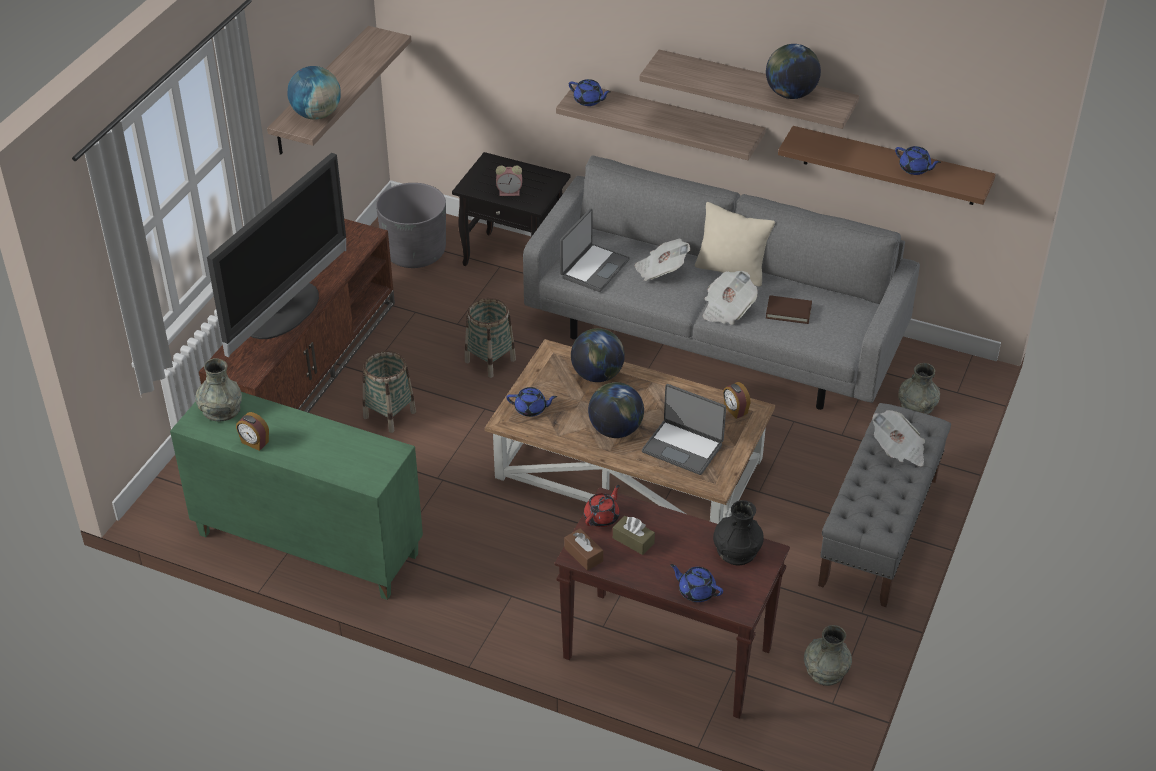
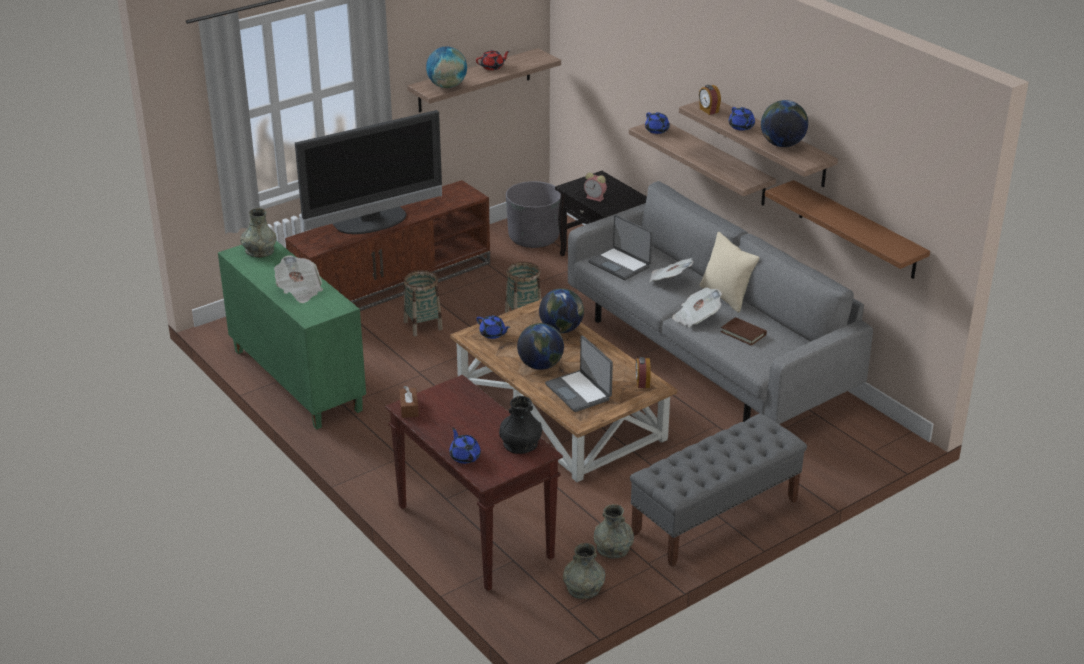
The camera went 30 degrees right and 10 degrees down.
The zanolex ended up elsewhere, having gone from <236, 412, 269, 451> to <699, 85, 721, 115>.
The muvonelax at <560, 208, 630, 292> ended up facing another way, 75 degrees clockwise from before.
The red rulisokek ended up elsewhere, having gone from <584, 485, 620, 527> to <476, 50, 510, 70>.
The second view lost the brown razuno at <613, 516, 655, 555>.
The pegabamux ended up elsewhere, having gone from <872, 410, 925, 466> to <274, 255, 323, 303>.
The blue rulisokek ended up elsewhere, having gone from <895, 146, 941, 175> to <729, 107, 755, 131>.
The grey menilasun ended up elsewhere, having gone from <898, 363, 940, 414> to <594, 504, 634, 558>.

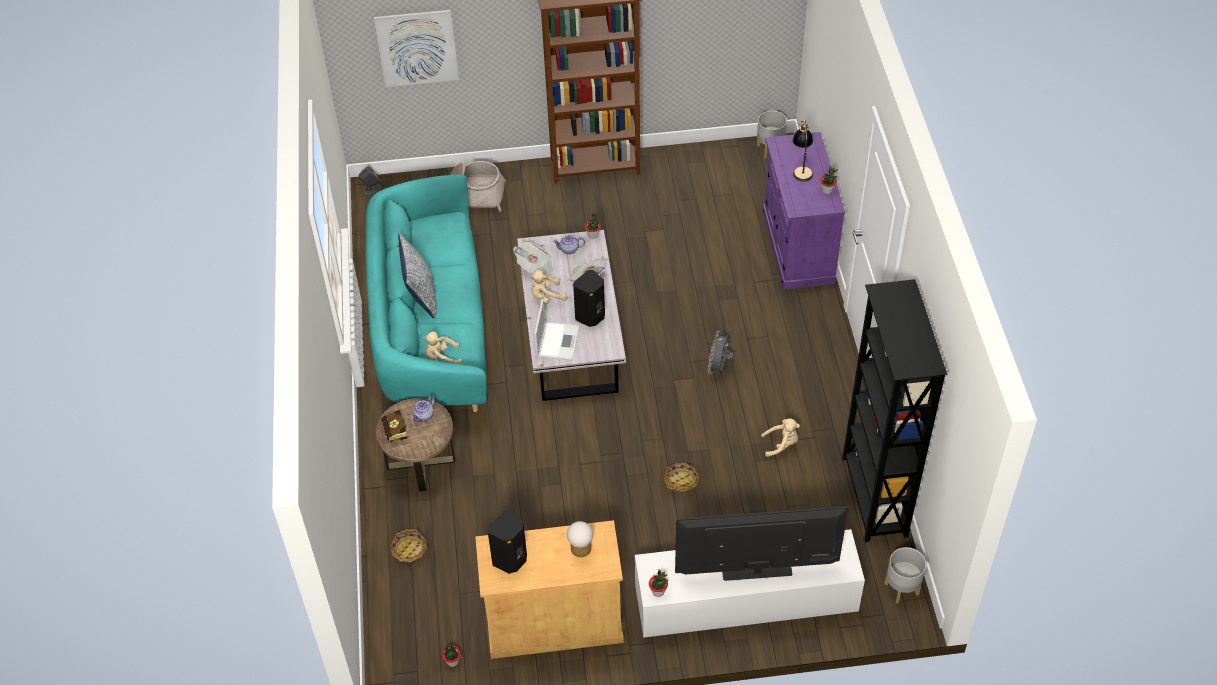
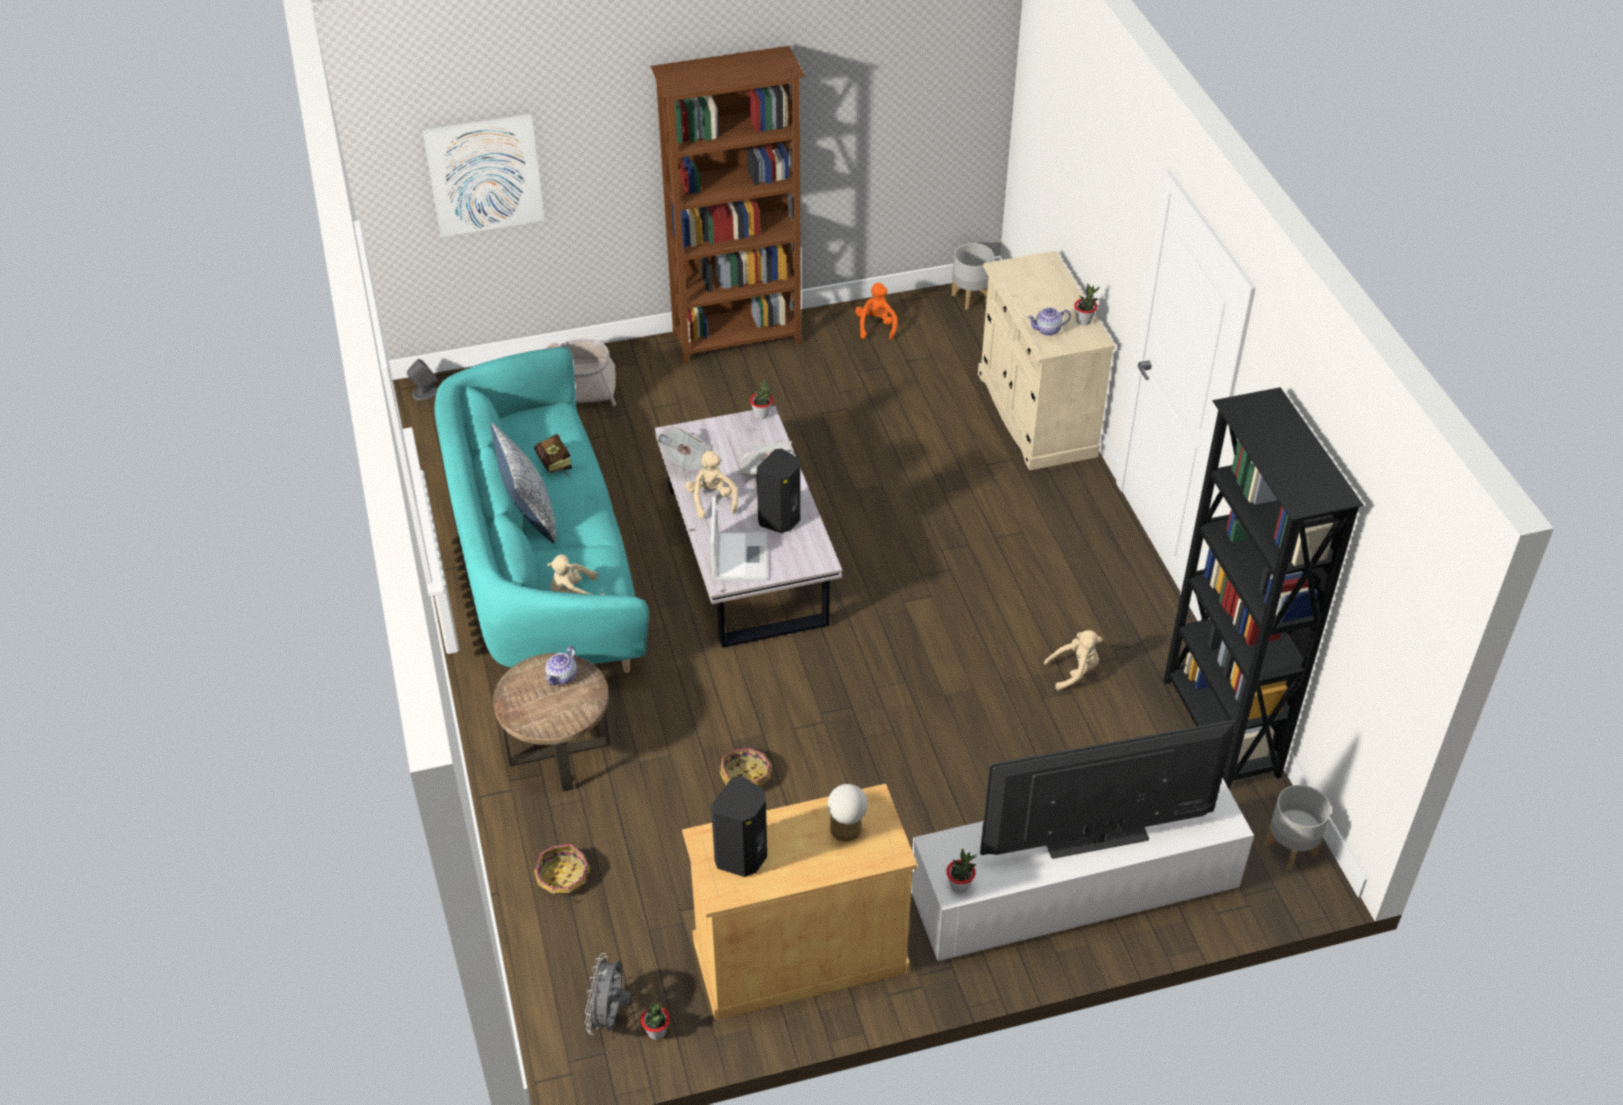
The camera went 10 degrees left and 5 degrees down.
The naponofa ended up elsewhere, having gone from <381, 410, 407, 447> to <534, 434, 572, 478>.
The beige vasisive at <530, 270, 567, 305> ended up facing another way, 105 degrees clockwise from before.
The rulisokek ended up elsewhere, having gone from <553, 235, 585, 254> to <1028, 307, 1071, 336>.
The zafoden ended up elsewhere, having gone from <664, 462, 700, 493> to <720, 747, 772, 787>.
The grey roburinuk ended up elsewhere, having gone from <708, 330, 734, 374> to <585, 953, 631, 1035>.
What was the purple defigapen at <762, 132, 845, 289> turned into the beige defigapen at <978, 251, 1115, 470>.
The second view lost the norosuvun at <793, 120, 813, 182>.
The second view gained the orange vasisive at <855, 283, 897, 340>.

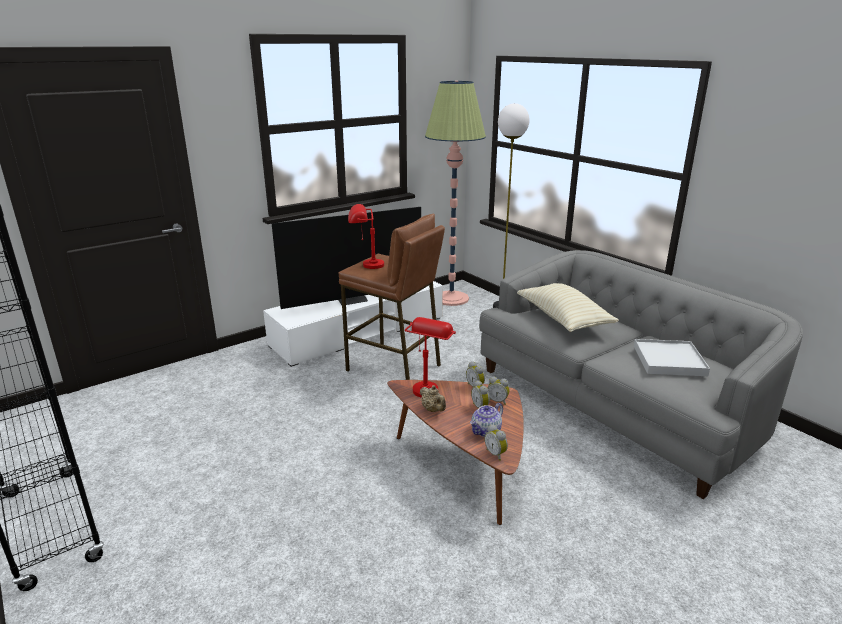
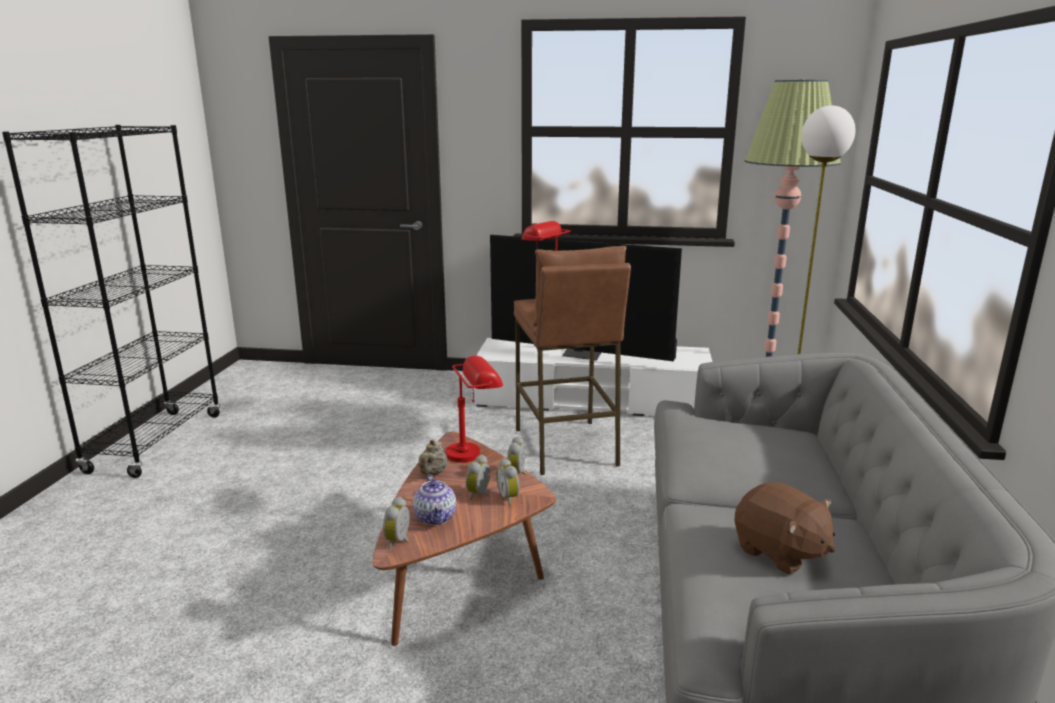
The camera went 45 degrees right and 5 degrees down.
The rulisokek at <470, 403, 503, 437> ended up facing another way, 105 degrees counterclockwise from before.
The second view lost the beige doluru at <517, 283, 619, 332>.
Where the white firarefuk stood at <634, 339, 710, 376>, the brown vasisive came to stand at <734, 482, 835, 574>.

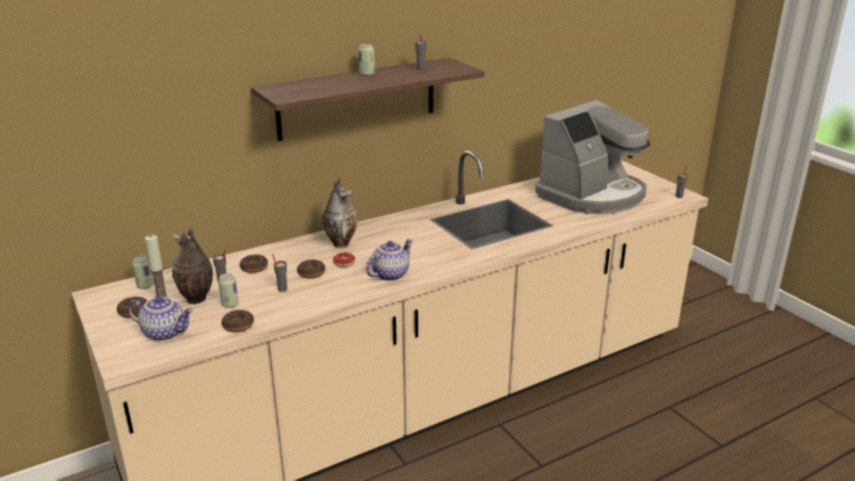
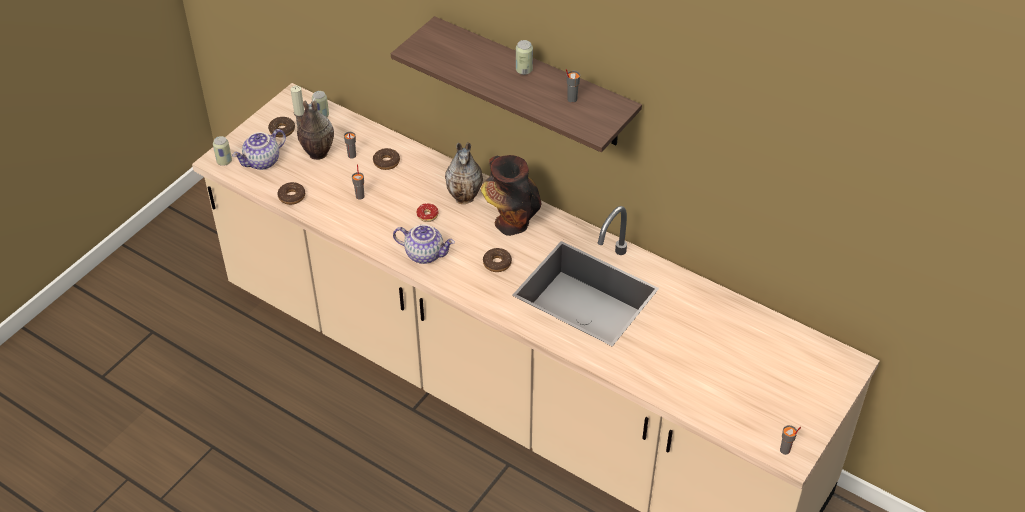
The camera went 65 degrees right and 20 degrees up.
The rulisokek at <128, 296, 193, 341> ended up facing another way, 60 degrees clockwise from before.
The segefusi ended up elsewhere, having gone from <218, 273, 239, 308> to <213, 136, 232, 166>.
The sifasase ended up elsewhere, having gone from <297, 260, 325, 279> to <483, 248, 512, 272>.
The second view lost the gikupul at <535, 100, 650, 214>.
The second view gained the menilasun at <481, 155, 542, 236>.

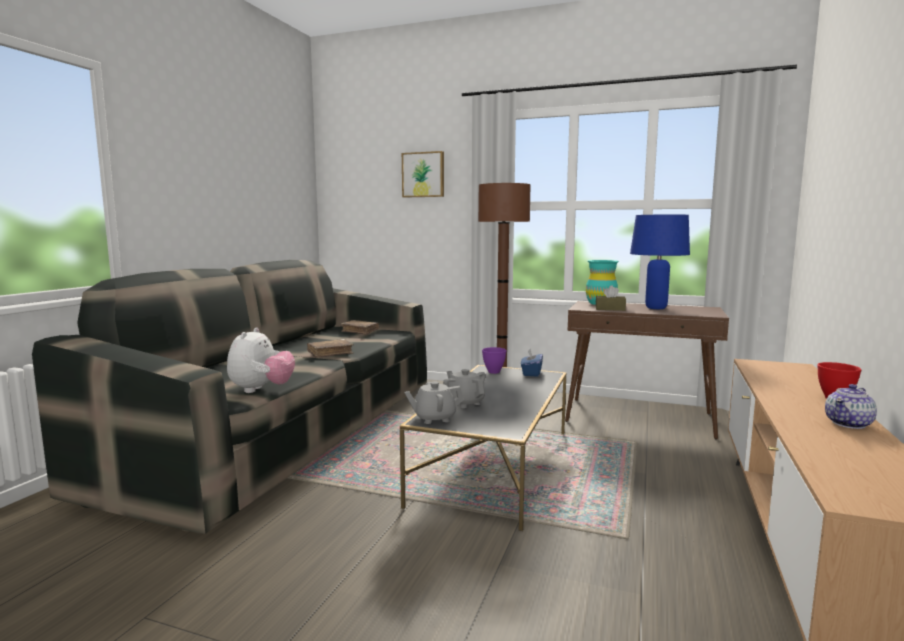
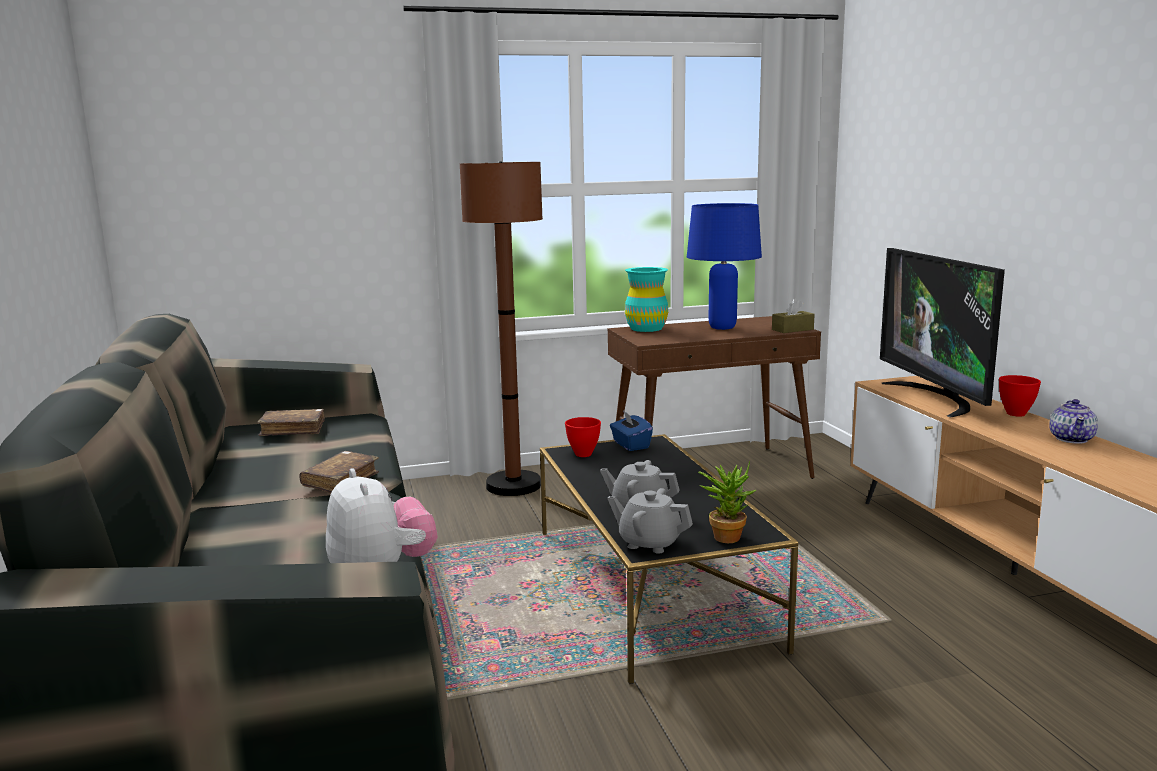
The camera went 35 degrees left and 5 degrees up.
The second view lost the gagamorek at <402, 151, 444, 198>.
The grey rulisokek at <404, 381, 464, 424> ended up facing another way, 75 degrees clockwise from before.
What was the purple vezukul at <482, 347, 507, 374> turned into the red vezukul at <565, 417, 601, 457>.
The brown razuno ended up elsewhere, having gone from <596, 285, 626, 311> to <772, 299, 815, 333>.
The second view gained the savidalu at <698, 461, 756, 543>.
The second view gained the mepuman at <880, 248, 1005, 417>.

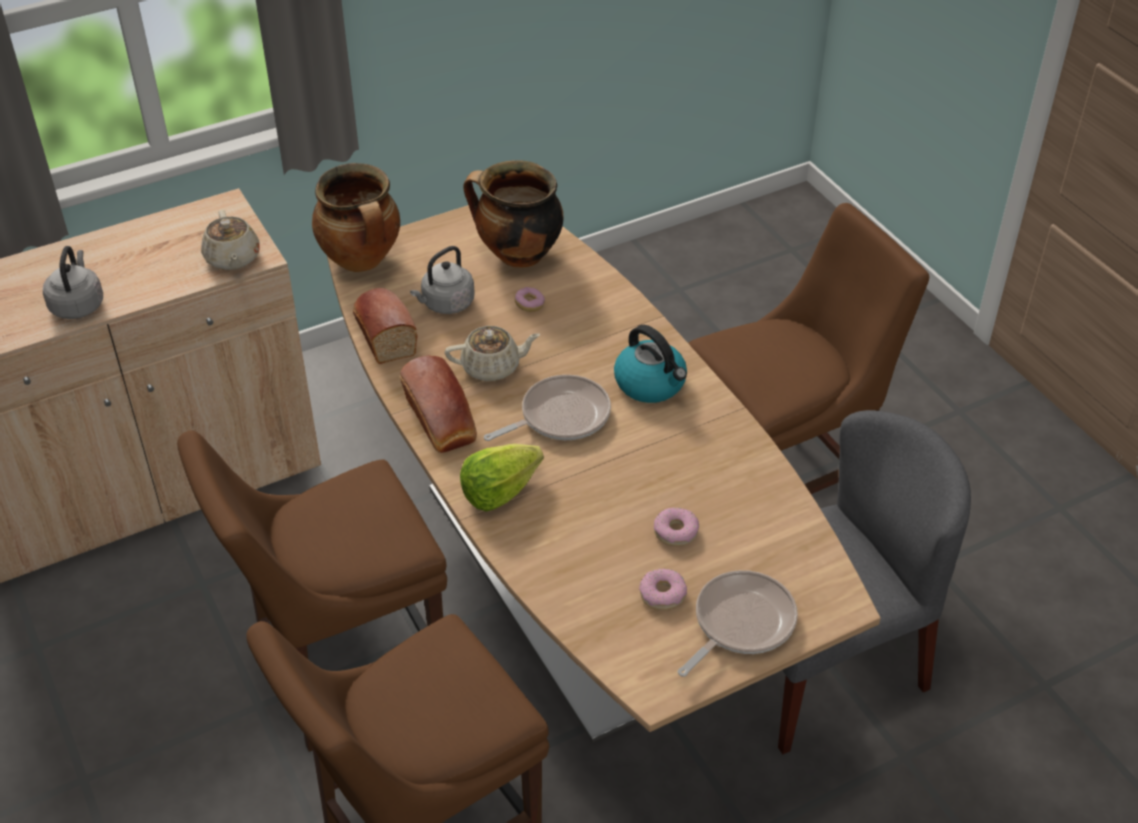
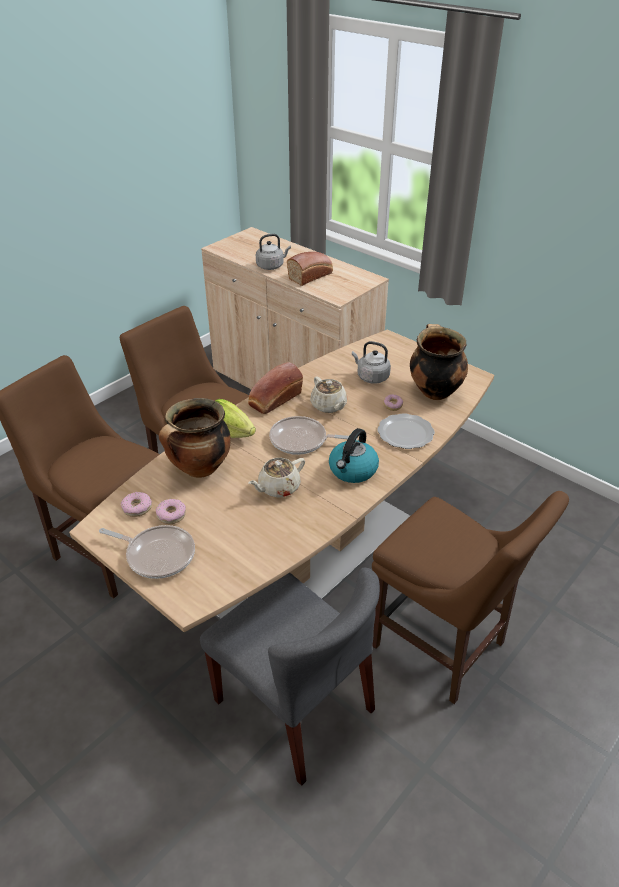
The camera went 70 degrees right and 5 degrees down.
The beige rulisokek ended up elsewhere, having gone from <201, 210, 260, 270> to <248, 458, 305, 498>.
The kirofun ended up elsewhere, having gone from <312, 163, 400, 272> to <159, 398, 230, 478>.
The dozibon ended up elsewhere, having gone from <353, 288, 418, 364> to <287, 252, 333, 286>.
The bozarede at <484, 375, 611, 441> ended up facing another way, 150 degrees clockwise from before.
The sifasase ended up elsewhere, having gone from <654, 507, 699, 547> to <121, 492, 152, 517>.
The second view gained the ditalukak at <377, 413, 435, 449>.

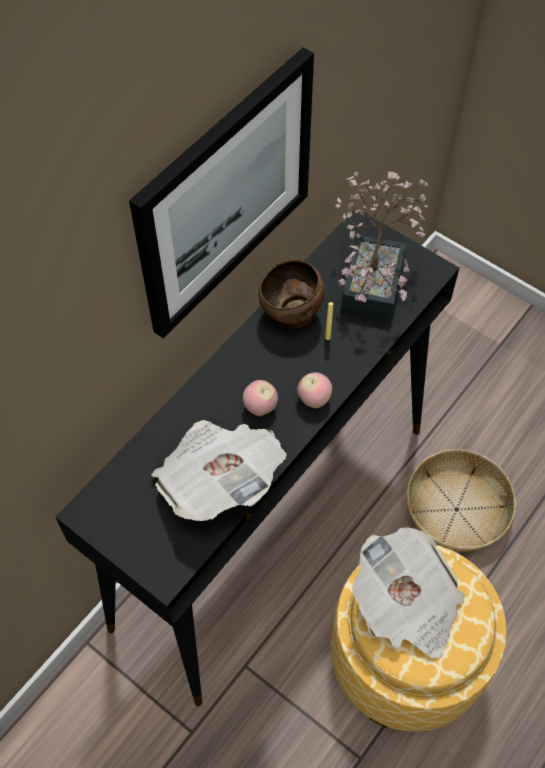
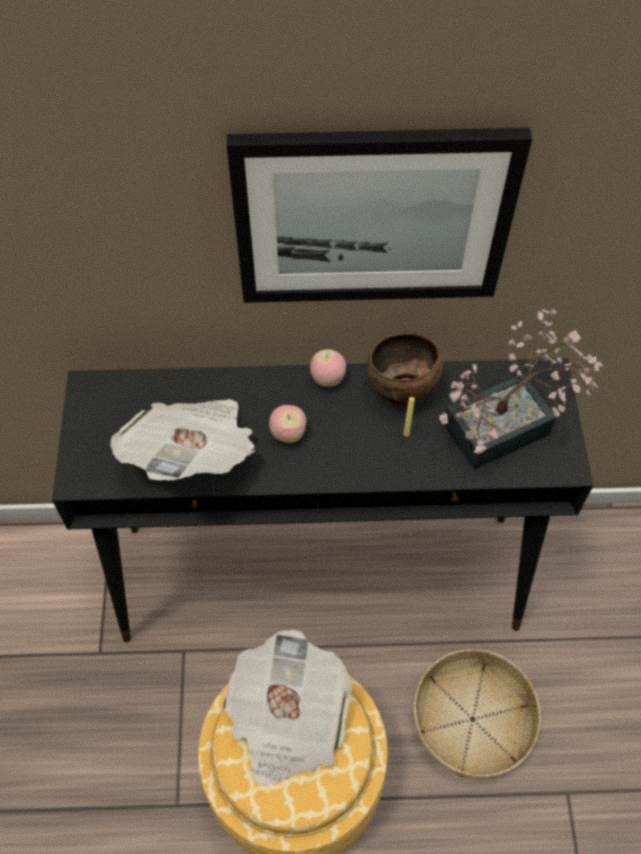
The camera went 50 degrees right and 0 degrees up.
The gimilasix ended up elsewhere, having gone from <297, 372, 332, 408> to <310, 349, 346, 387>.

